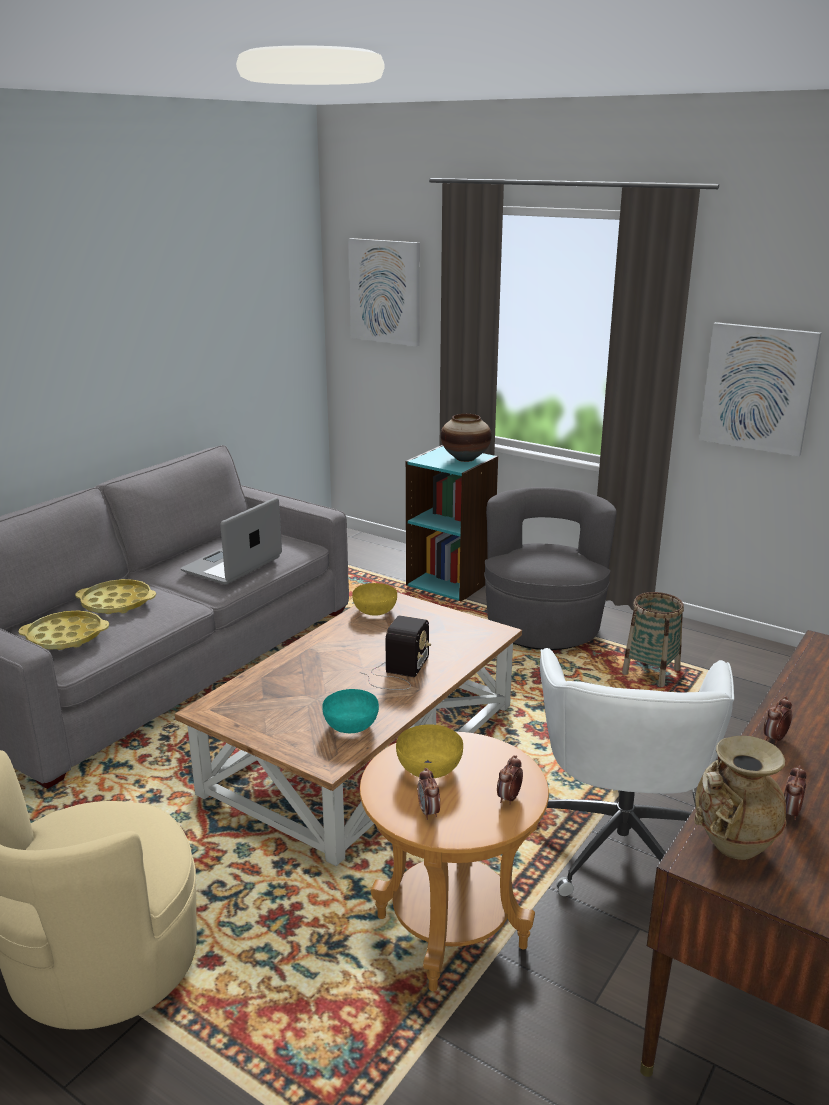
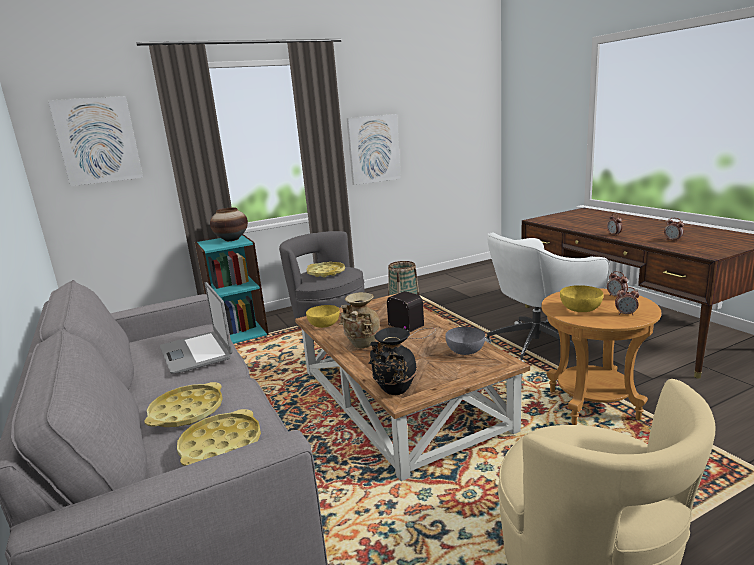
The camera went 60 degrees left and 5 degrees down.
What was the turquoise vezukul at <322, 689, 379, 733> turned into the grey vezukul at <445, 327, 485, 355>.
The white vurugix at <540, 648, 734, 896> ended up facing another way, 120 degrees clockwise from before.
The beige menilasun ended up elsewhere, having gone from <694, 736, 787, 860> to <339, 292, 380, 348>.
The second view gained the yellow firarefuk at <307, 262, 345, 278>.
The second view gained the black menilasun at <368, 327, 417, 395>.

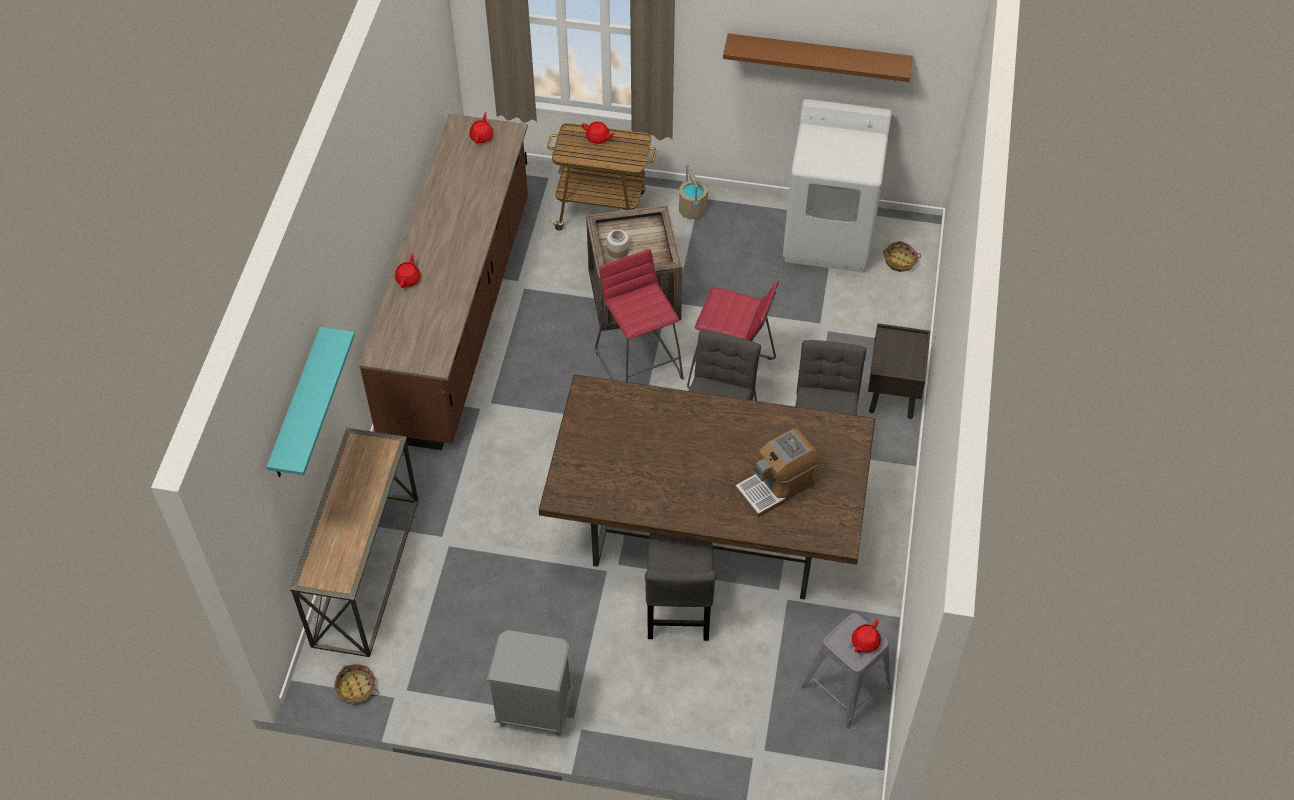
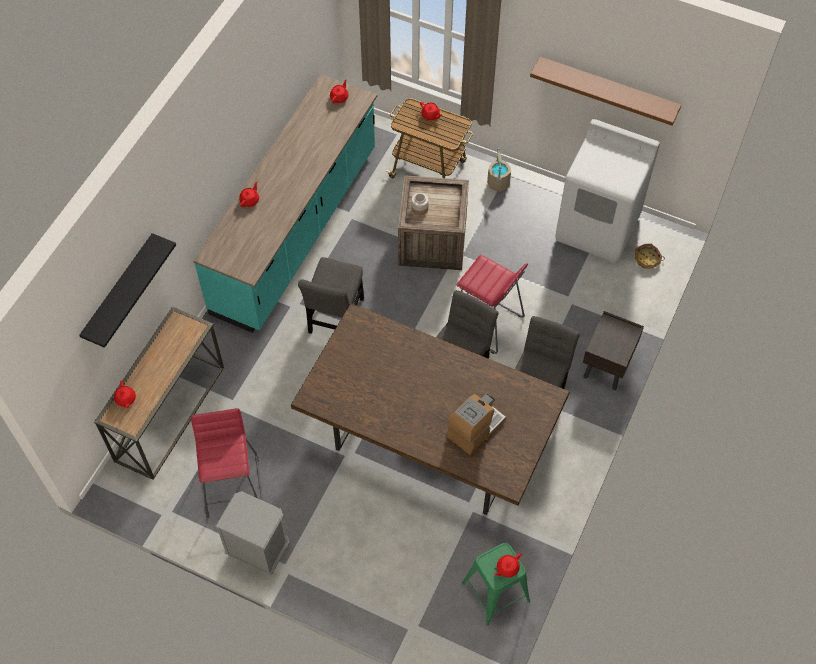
The camera went 15 degrees right and 5 degrees up.
What was the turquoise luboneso at <267, 327, 355, 477> turned into the black luboneso at <79, 233, 176, 348>.
The second view lost the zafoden at <334, 664, 379, 703>.
What was the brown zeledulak at <359, 114, 528, 450> turned into the turquoise zeledulak at <193, 74, 377, 333>.
The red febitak ended up elsewhere, having gone from <595, 249, 683, 382> to <191, 408, 263, 518>.
The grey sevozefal ended up elsewhere, having gone from <645, 533, 716, 641> to <298, 257, 364, 334>.
The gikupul at <735, 428, 820, 517> ended up facing another way, 150 degrees clockwise from before.
What was the grey febitak at <802, 613, 891, 728> turned into the green febitak at <462, 542, 530, 625>.
The second view gained the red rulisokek at <114, 380, 136, 408>.

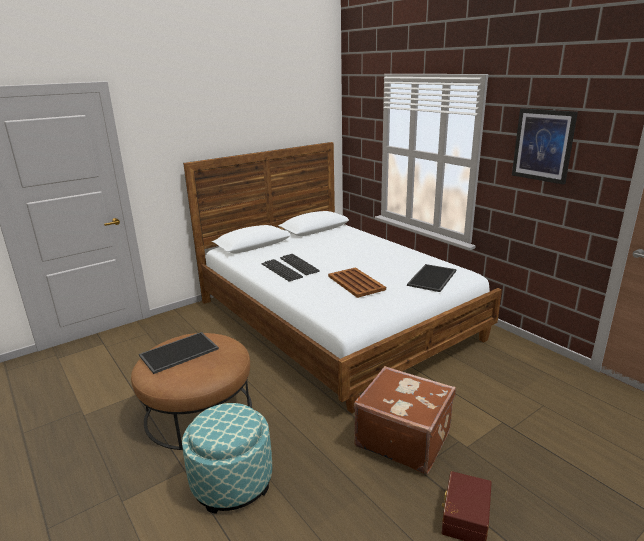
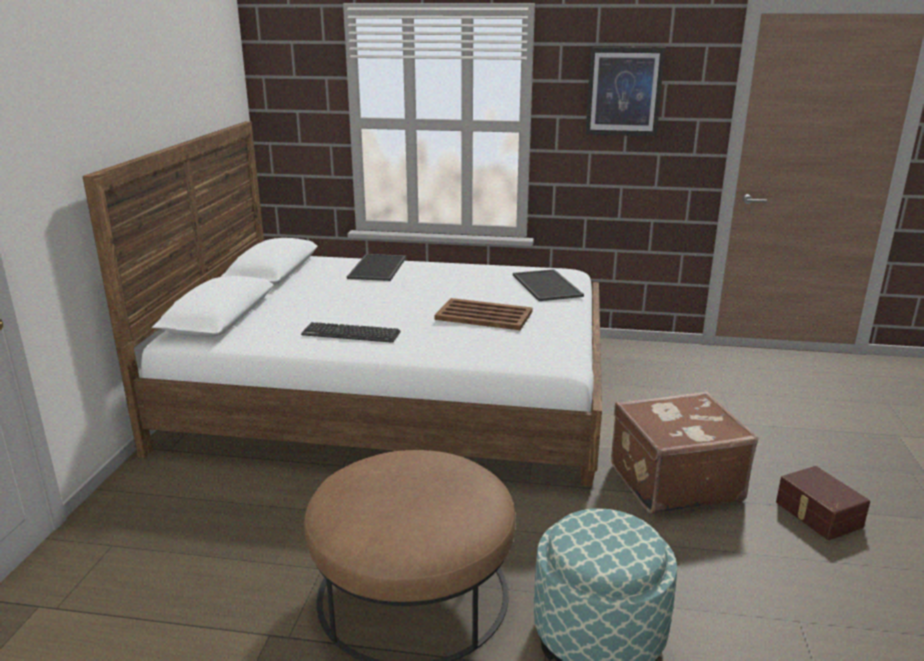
The camera went 45 degrees left and 0 degrees up.
The firarefuk ended up elsewhere, having gone from <139, 332, 219, 374> to <347, 254, 406, 281>.
The second view lost the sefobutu at <280, 254, 320, 275>.

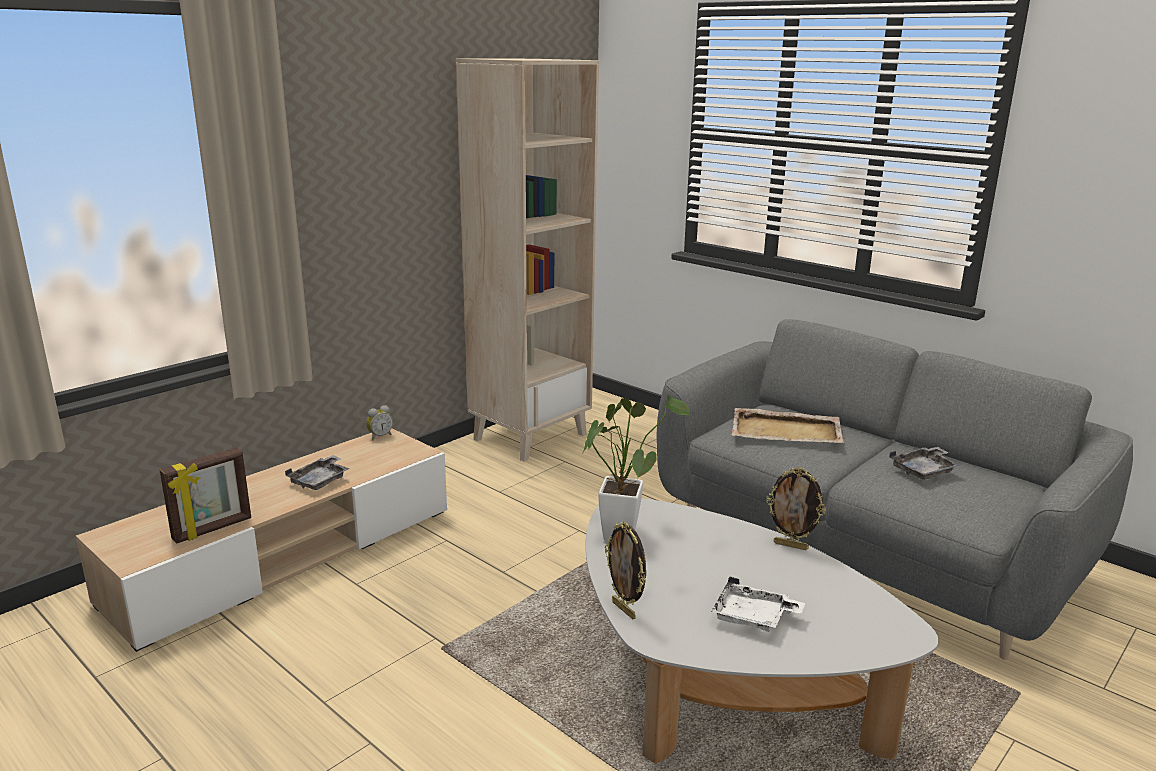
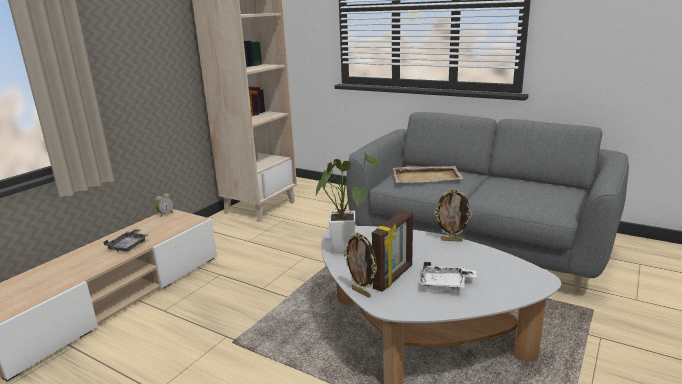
The camera went 10 degrees left and 0 degrees up.
The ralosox ended up elsewhere, having gone from <160, 447, 251, 543> to <372, 210, 413, 292>.
The second view lost the grey firarefuk at <889, 447, 960, 480>.

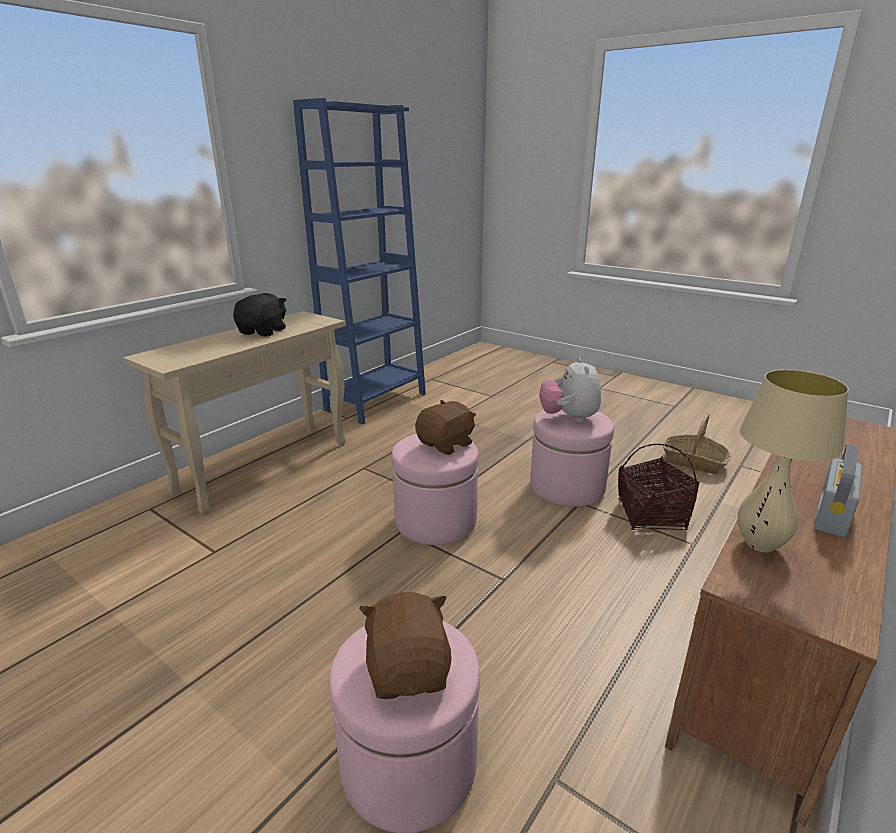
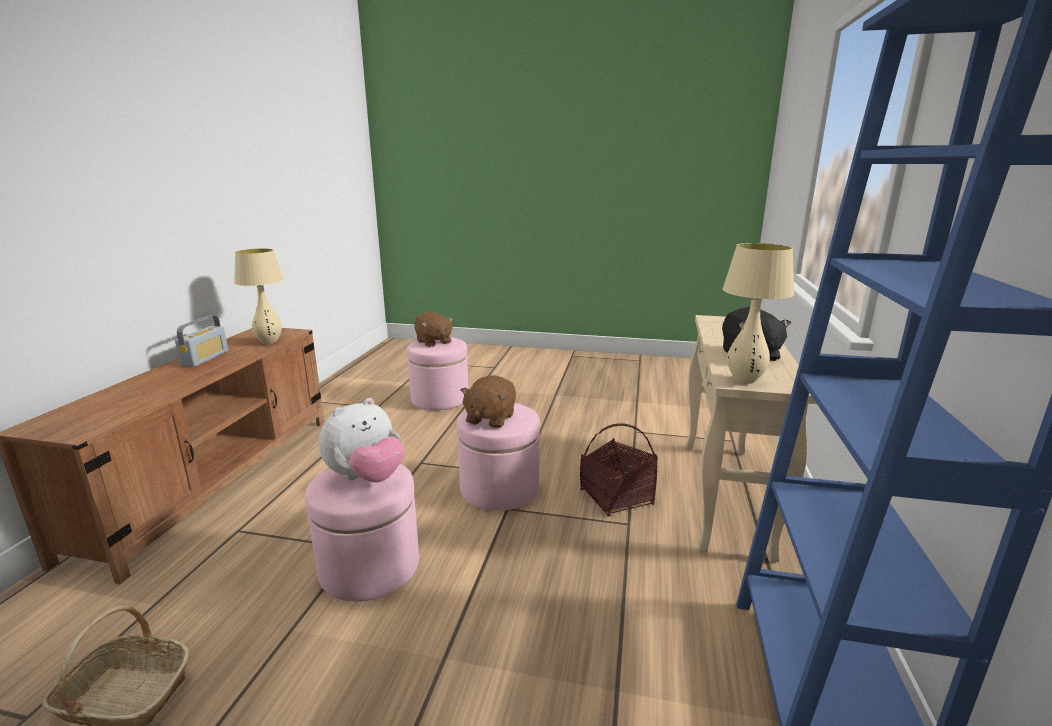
The camera went 155 degrees right and 5 degrees down.
The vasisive at <539, 358, 601, 423> ended up facing another way, 75 degrees clockwise from before.
The zafoden ended up elsewhere, having gone from <618, 444, 699, 530> to <580, 423, 658, 517>.
The second view gained the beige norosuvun at <722, 243, 795, 384>.

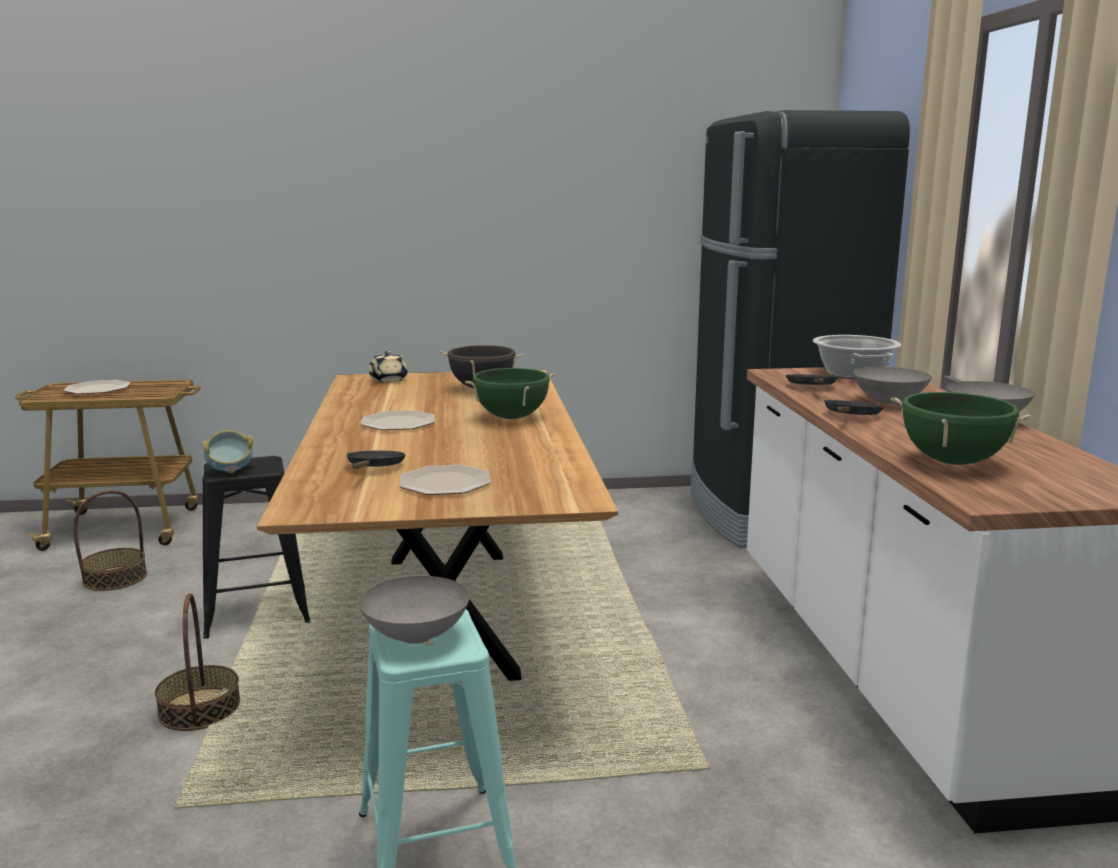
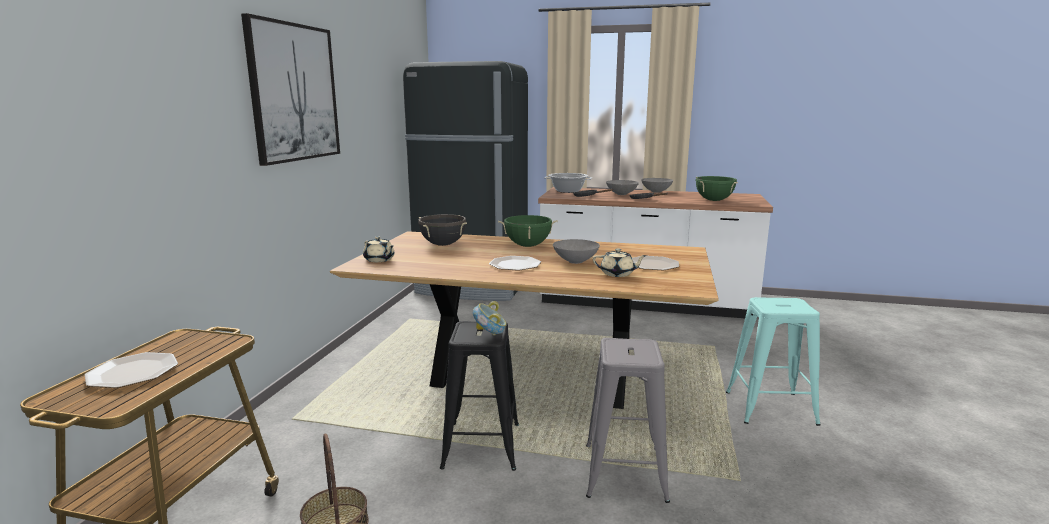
The camera went 70 degrees left and 0 degrees up.
Where the zafoden stood at <155, 593, 240, 731>, the grey febitak came to stand at <586, 338, 670, 503>.
Where the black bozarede stood at <346, 450, 405, 469>, the beige rulisokek came to stand at <593, 249, 647, 277>.
The grey vezukul ended up elsewhere, having gone from <359, 576, 470, 644> to <553, 239, 600, 264>.
The second view gained the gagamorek at <241, 13, 340, 166>.

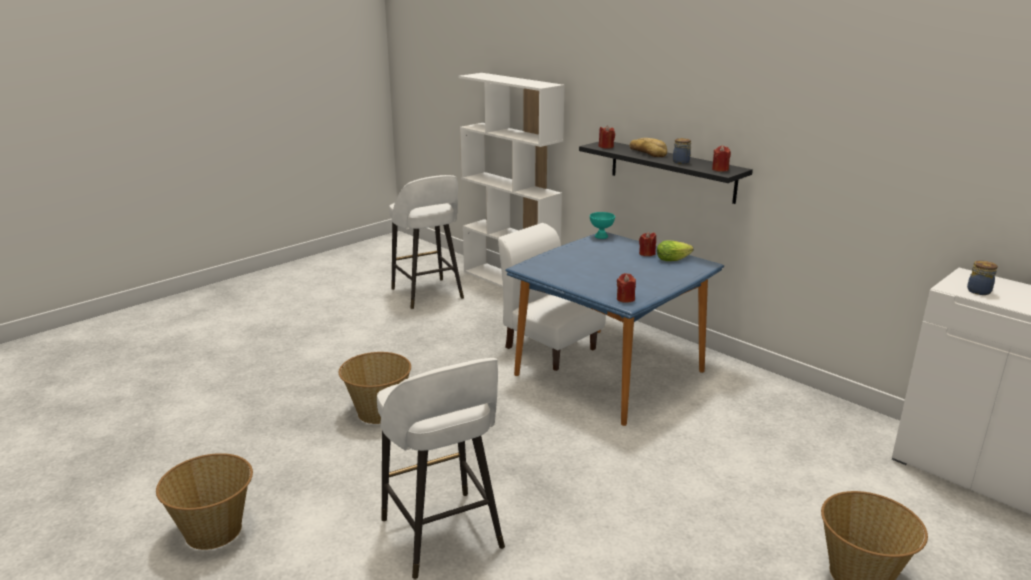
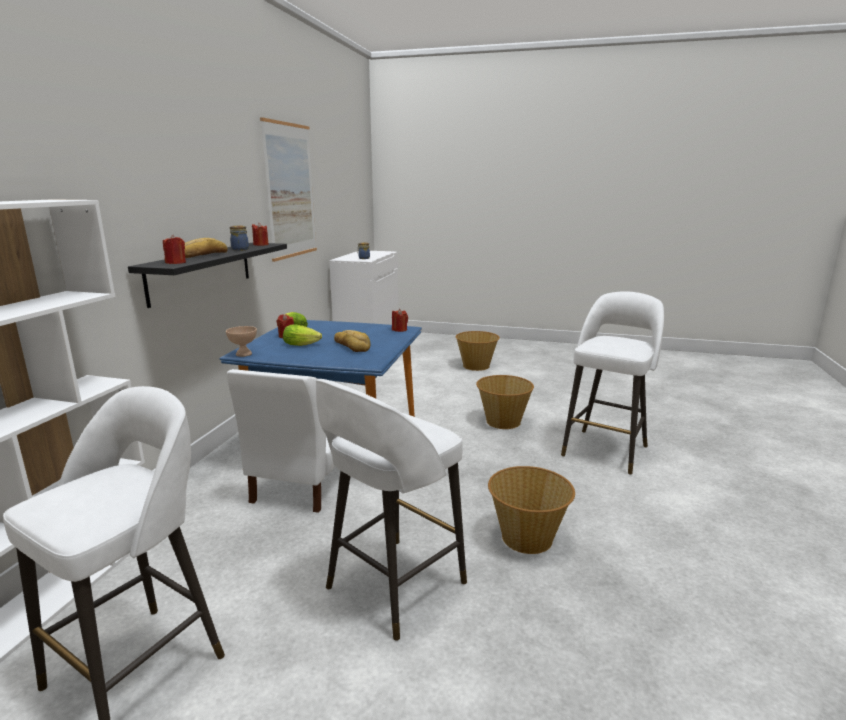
The camera went 120 degrees left and 5 degrees down.
The zafoden ended up elsewhere, having gone from <156, 453, 253, 550> to <476, 375, 534, 429>.
What was the turquoise vezukul at <590, 212, 615, 239> turned into the beige vezukul at <226, 326, 257, 357>.
The second view gained the gagamorek at <260, 117, 317, 262>.
The second view gained the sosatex at <283, 324, 322, 346>.
The second view gained the white febitak at <316, 379, 467, 641>.
The second view gained the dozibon at <334, 330, 370, 352>.

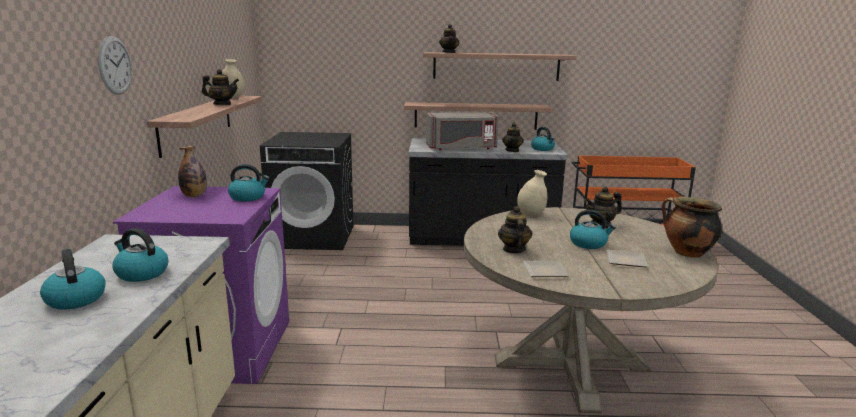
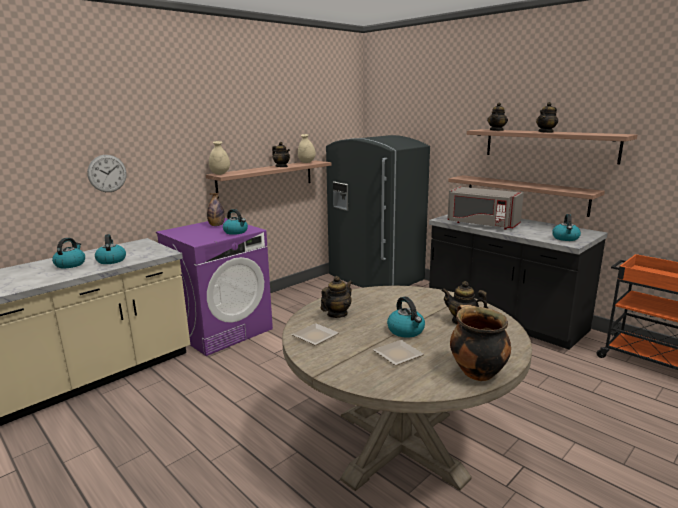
The camera went 45 degrees right and 0 degrees up.
The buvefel ended up elsewhere, having gone from <98, 36, 132, 95> to <87, 155, 127, 192>.
Where the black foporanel stood at <260, 132, 353, 250>, the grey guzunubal came to stand at <326, 135, 430, 288>.
The rulisokek ended up elsewhere, having gone from <502, 123, 524, 152> to <536, 102, 558, 133>.
The beige menilasun ended up elsewhere, having gone from <517, 170, 547, 216> to <209, 141, 230, 175>.

